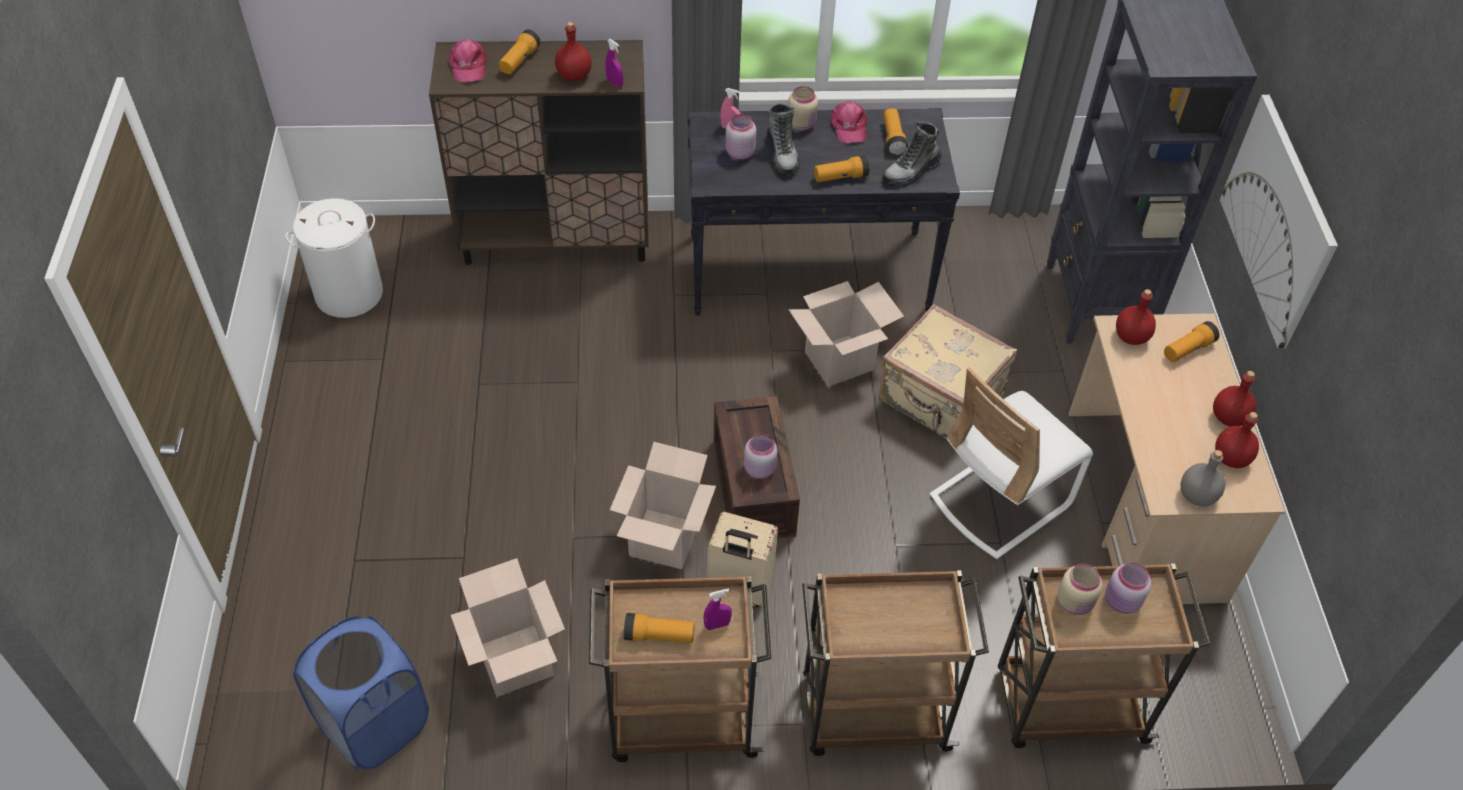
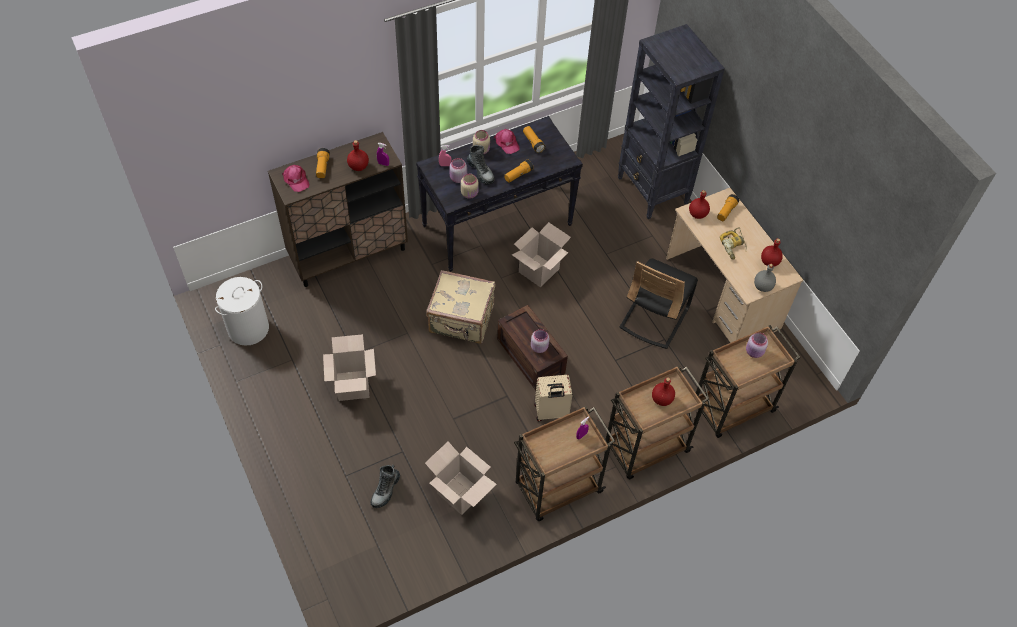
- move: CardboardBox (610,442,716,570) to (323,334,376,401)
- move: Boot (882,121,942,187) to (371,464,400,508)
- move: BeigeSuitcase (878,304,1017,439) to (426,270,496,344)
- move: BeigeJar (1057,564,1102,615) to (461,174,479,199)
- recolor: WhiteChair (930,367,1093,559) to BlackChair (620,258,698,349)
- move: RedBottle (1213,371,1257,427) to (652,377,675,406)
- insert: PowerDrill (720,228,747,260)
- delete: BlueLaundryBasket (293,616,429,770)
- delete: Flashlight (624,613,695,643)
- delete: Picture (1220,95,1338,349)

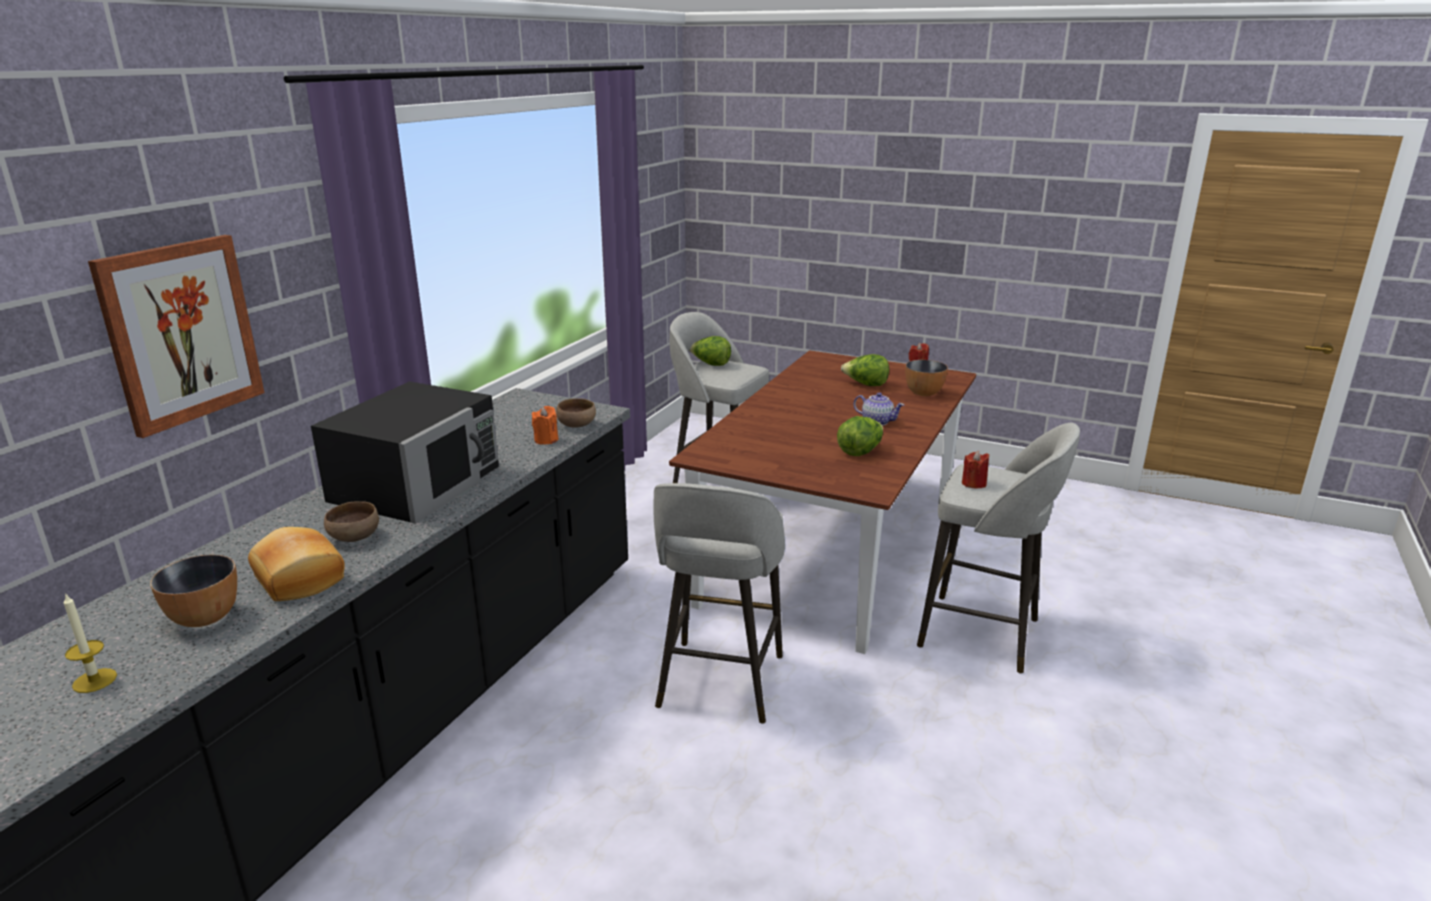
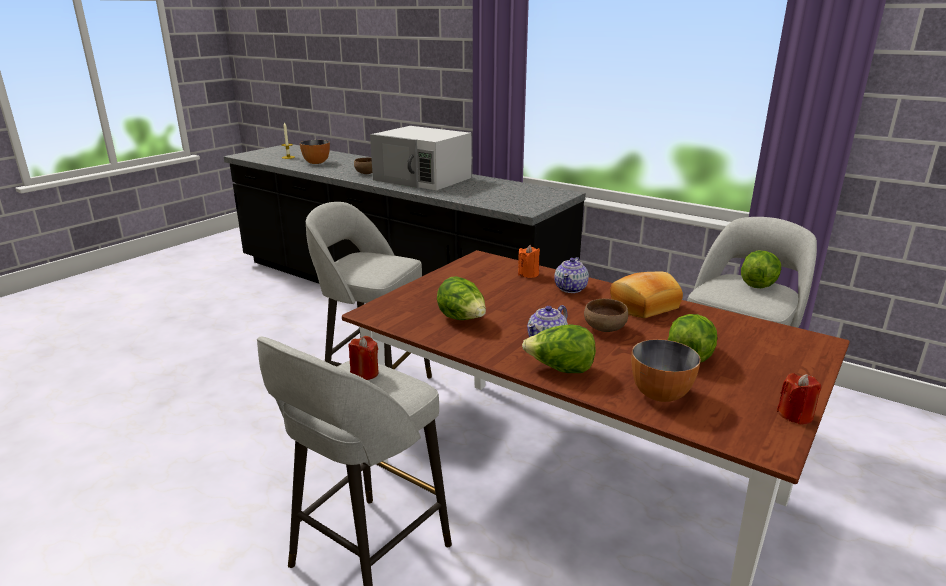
- recolor: BlackMicrowave (311,382,499,524) to WhiteMicrowave (370,126,471,190)
- move: OrangeCandle (532,406,559,445) to (518,245,540,278)
- insert: Lettuce (522,324,596,373)
- insert: Teapot (554,257,589,293)
- move: BrownBowl (556,398,596,427) to (584,299,628,332)
- move: Bread (248,527,345,601) to (610,272,683,318)
- delete: Picture (88,235,264,438)

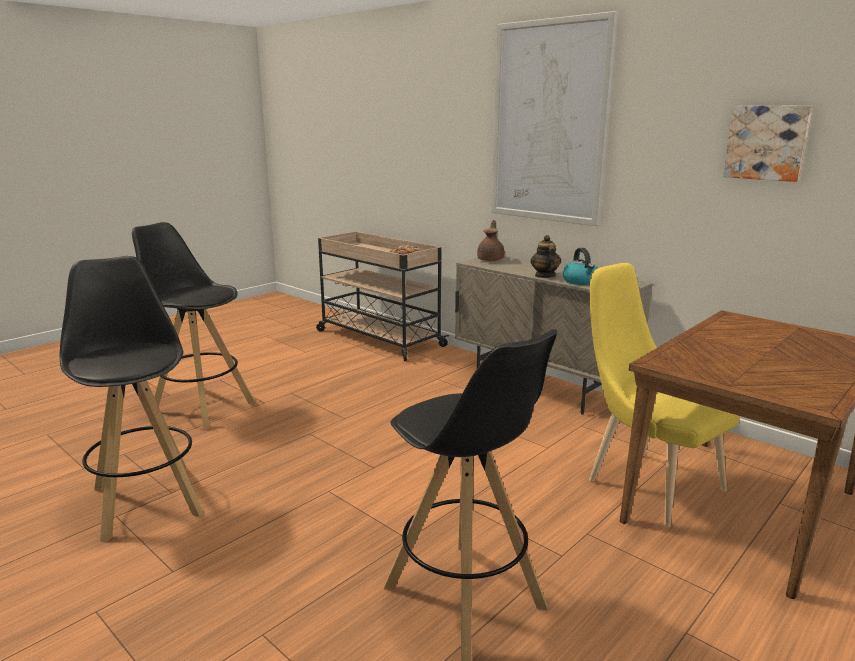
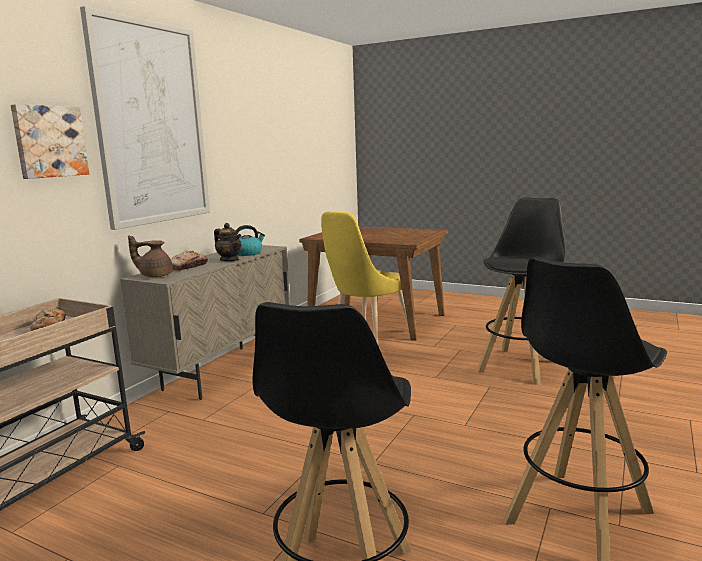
- move: Picture (723,105,813,182) to (11,104,89,179)
- insert: Bread (171,251,208,271)
- rotate: Teapot (531,235,561,278) = (214,223,242,261) 120 degrees counterclockwise

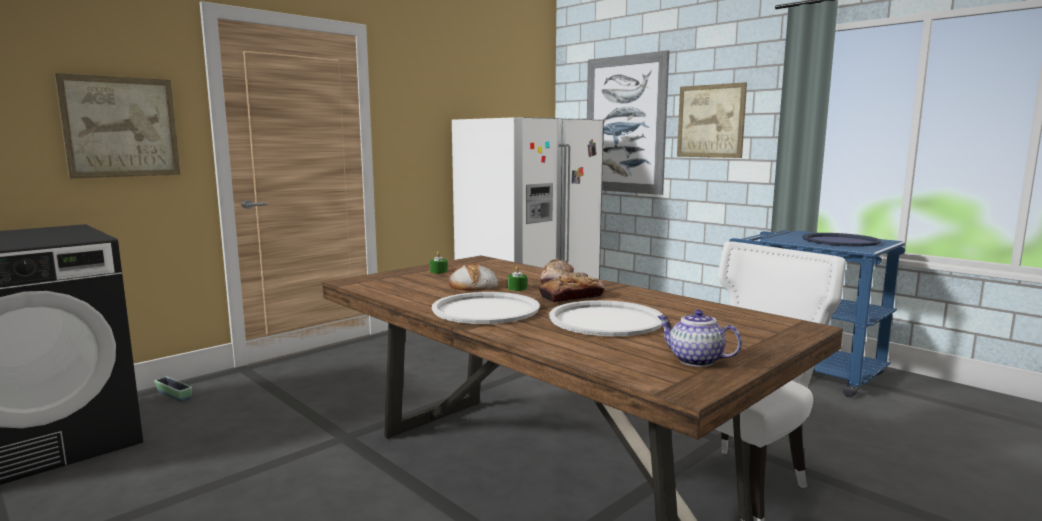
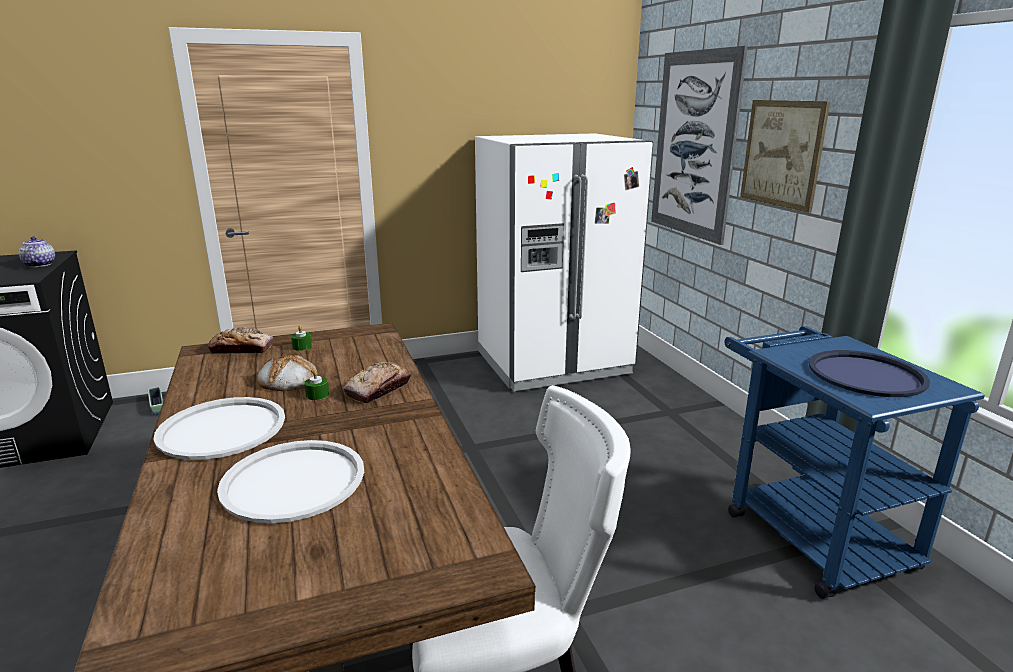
- move: Teapot (658,310,742,367) to (19,236,55,267)
- move: Bread (539,272,605,303) to (208,327,273,354)
- delete: Picture (54,73,180,179)

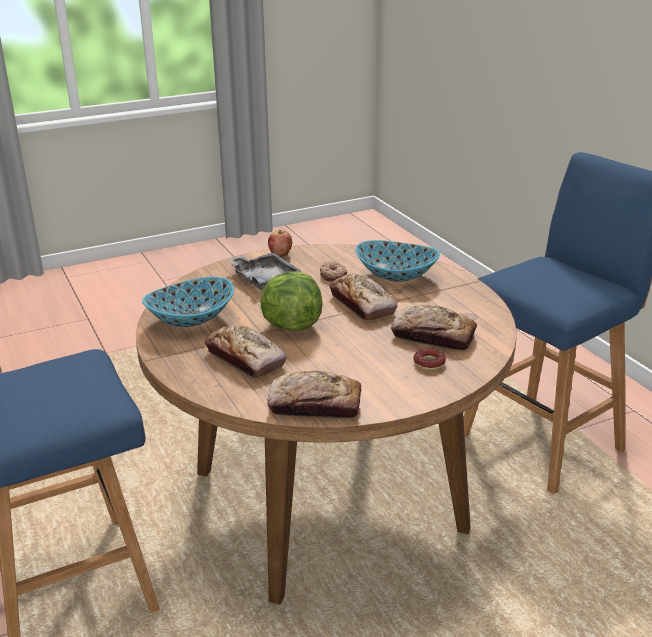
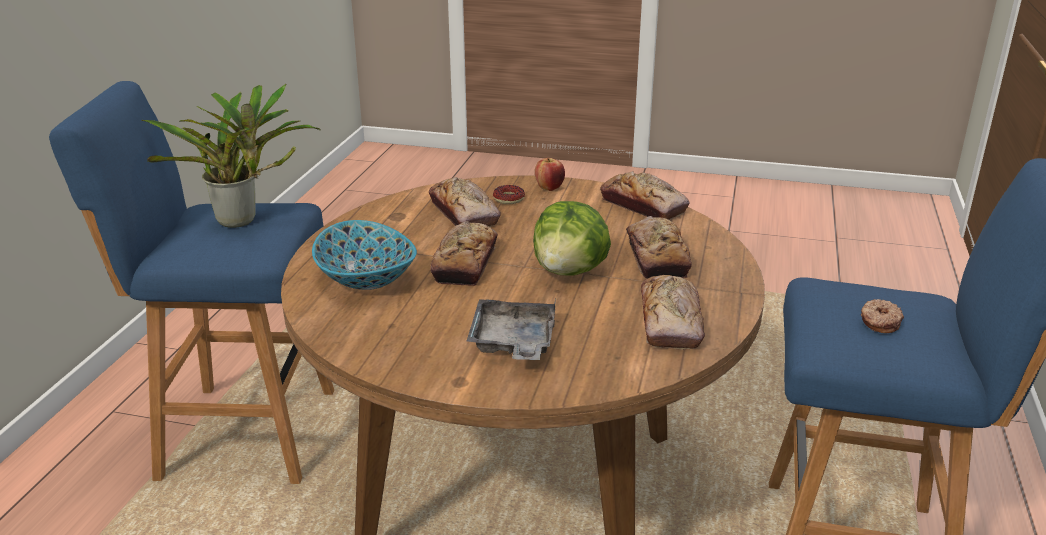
- insert: PottedPlant (142,84,321,228)
- move: Apple (268,230,292,257) to (535,158,565,191)
- replace: Bowl (142,277,234,327) to Bread (641,275,705,350)
- move: Donut (320,262,347,282) to (861,299,904,333)

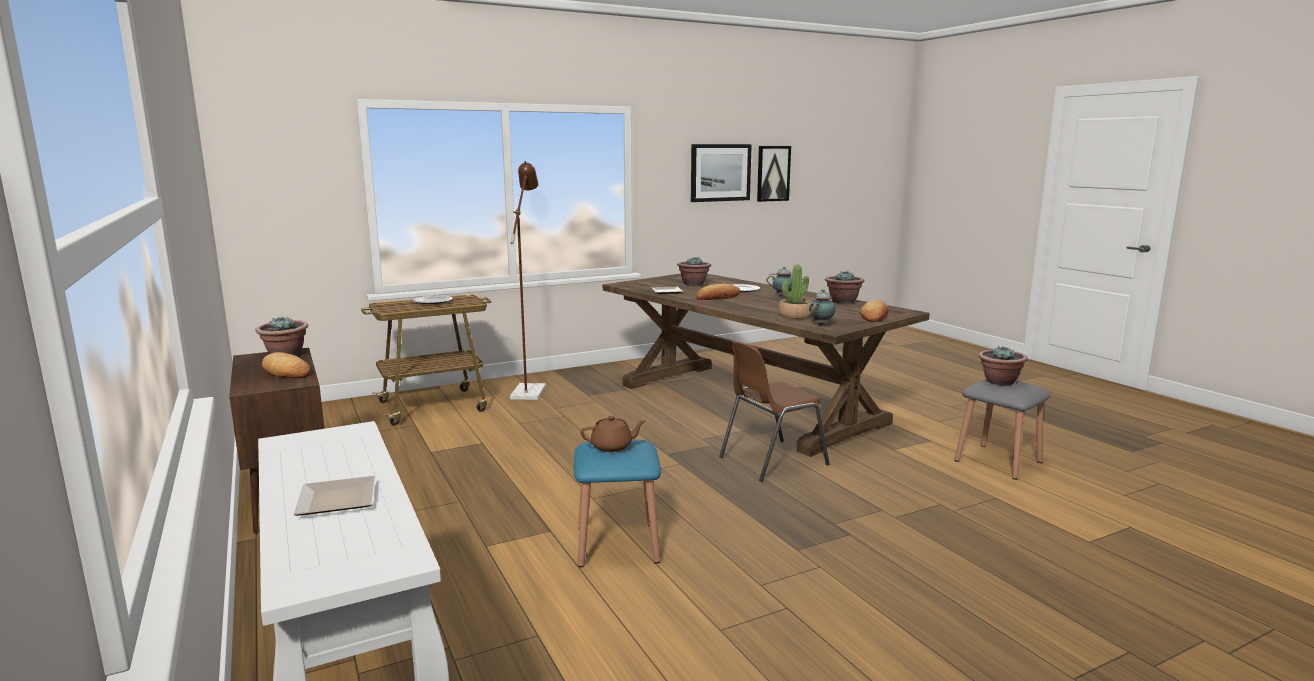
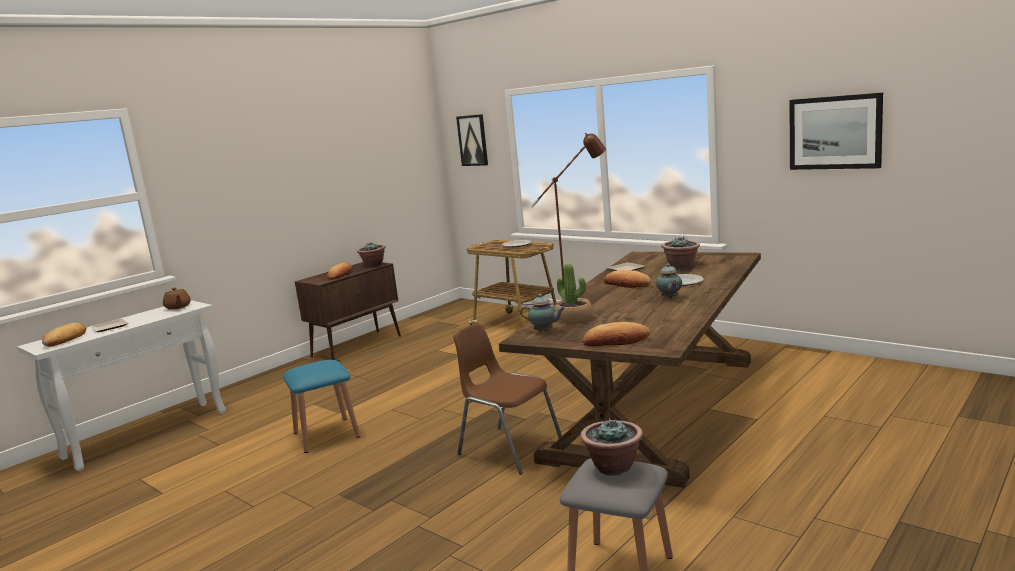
- insert: Bread (42,323,86,347)
- move: BrownTeapot (580,416,646,452) to (163,287,191,310)
- move: Picture (757,146,791,202) to (456,114,488,166)
- delete: PottedPlant (825,271,864,304)

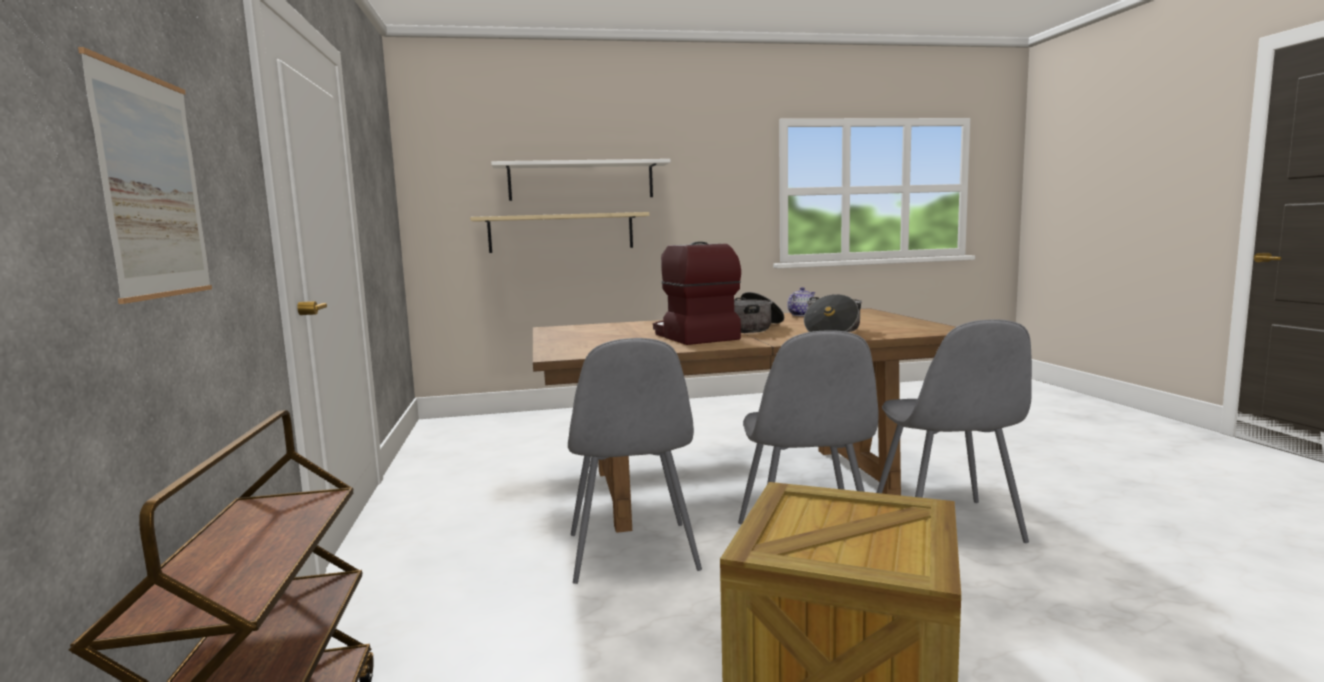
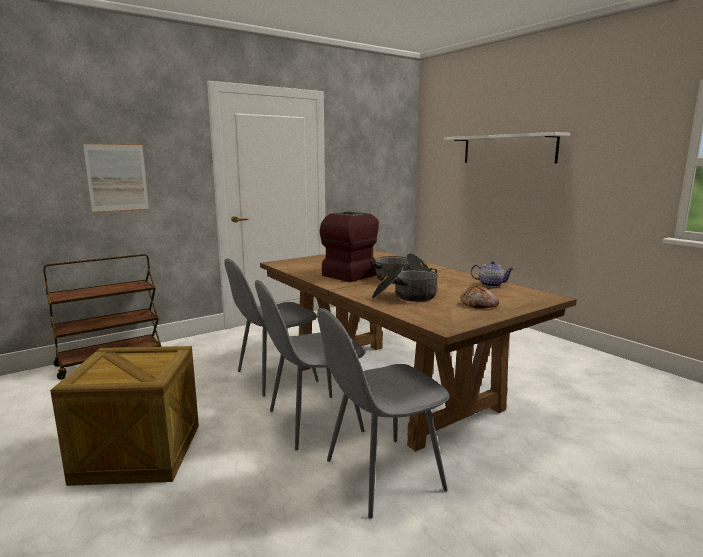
- insert: Bread (460,285,499,309)
- delete: BeigeShelf (470,212,649,253)

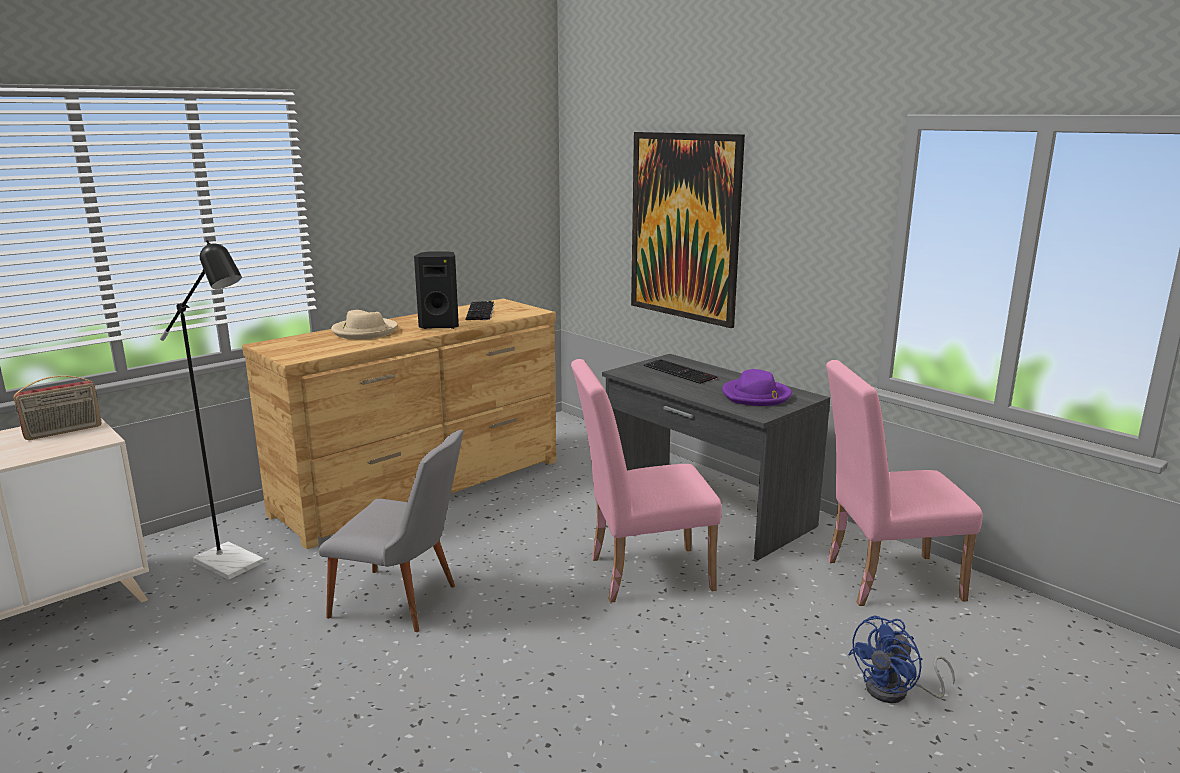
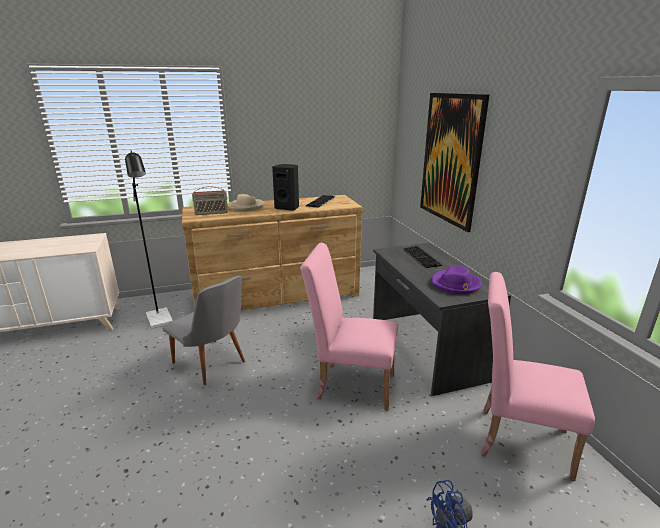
- move: Radio (14,375,102,440) to (192,186,228,215)

